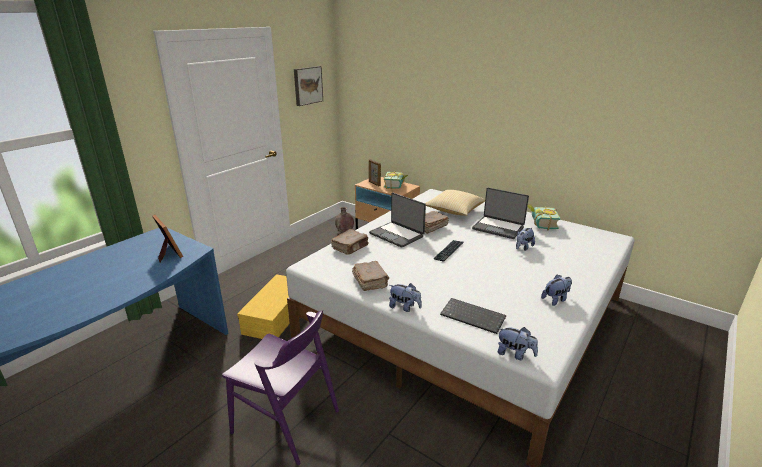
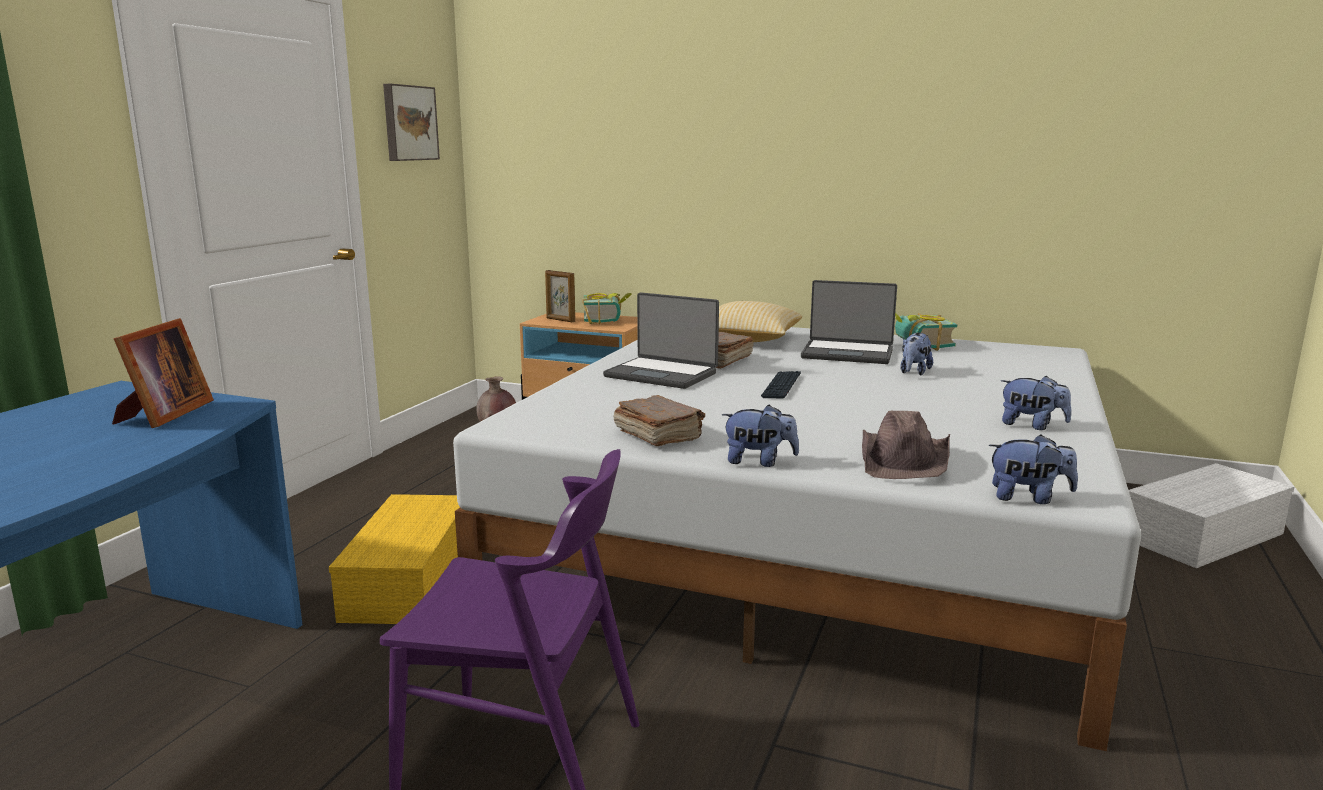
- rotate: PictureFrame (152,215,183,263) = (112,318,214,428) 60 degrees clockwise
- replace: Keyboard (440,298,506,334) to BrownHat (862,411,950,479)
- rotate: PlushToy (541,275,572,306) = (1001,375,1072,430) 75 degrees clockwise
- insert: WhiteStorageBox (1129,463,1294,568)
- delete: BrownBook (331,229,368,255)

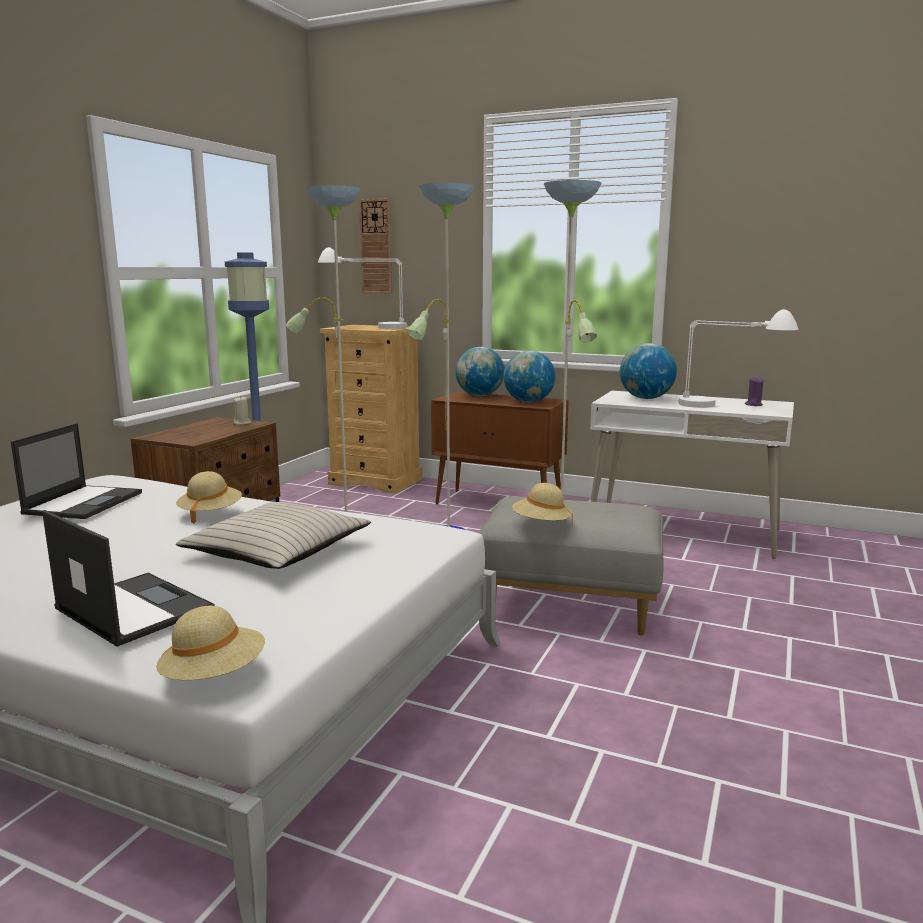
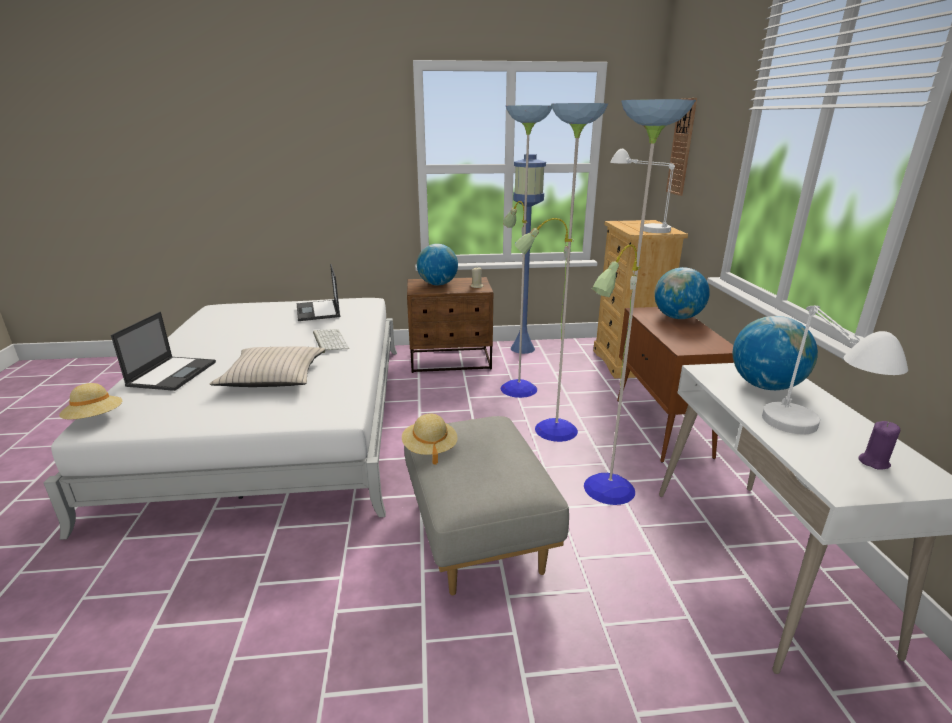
- rotate: Laptop (11,423,142,519) = (297,264,340,321) 90 degrees clockwise
- replace: BeigeHat (176,471,242,524) to Keyboard (313,329,349,353)
- move: Globe (503,351,555,403) to (417,244,458,285)

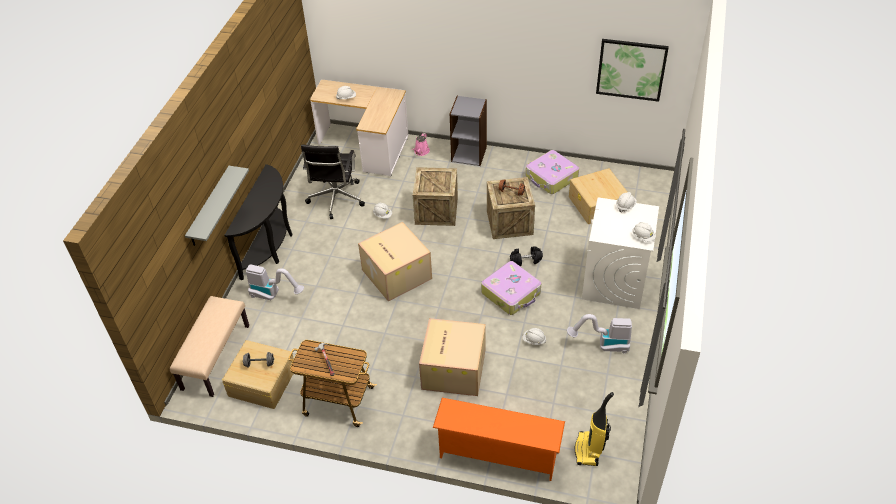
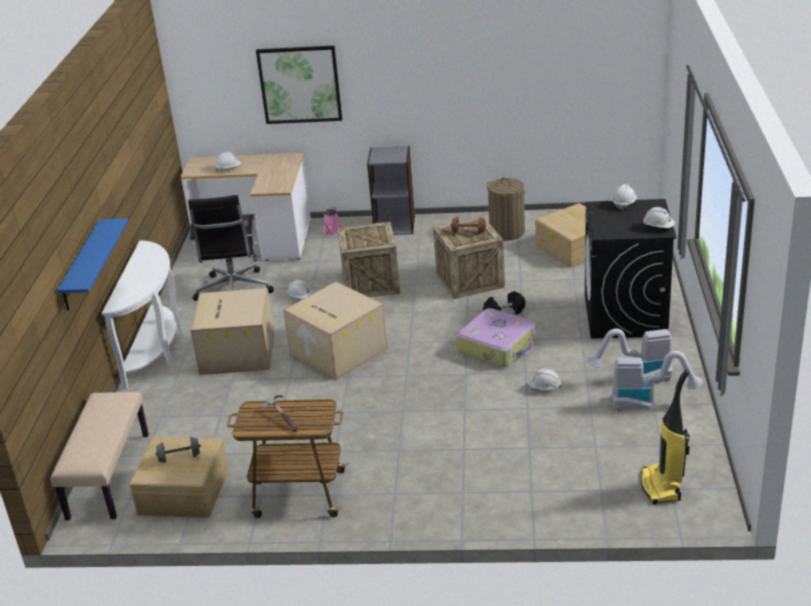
- recolor: GreyShelf (185,166,249,246) to BlueShelf (57,219,128,311)
- recolor: BlackConsoleTable (224,164,292,280) to WhiteConsoleTable (101,240,184,390)
- move: CardboardBox (419,318,486,396) to (191,288,274,375)
- move: Picture (596,39,669,102) to (256,45,342,124)
- replace: Suitcase (526,150,579,194) to LaundryBasket (487,178,526,241)
- recolor: WhiteWashingMachine (582,197,659,309) to BlackWashingMachine (585,199,677,339)
- move: VacuumCleaner (246,264,304,301) to (612,351,703,412)
- delete: OrangeShoeRack (433,398,565,481)

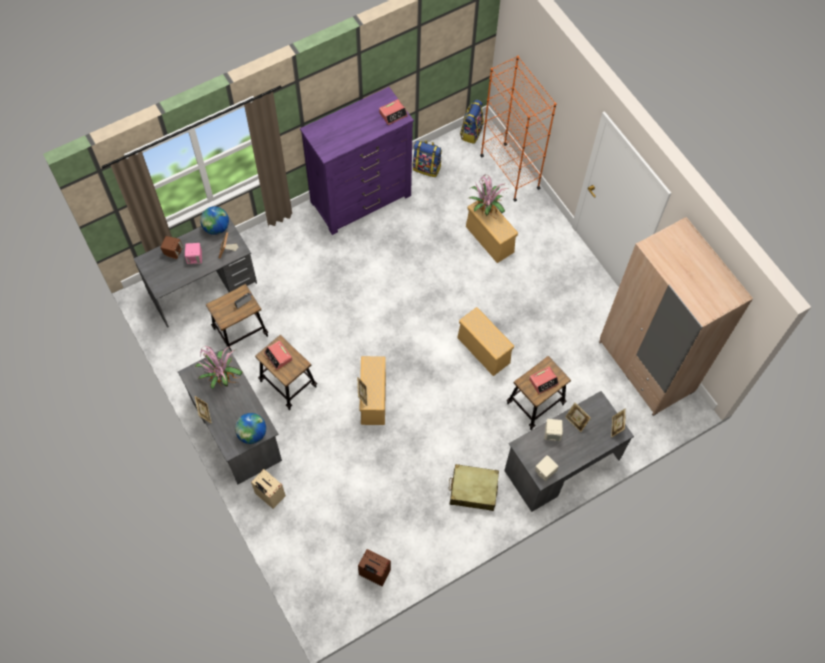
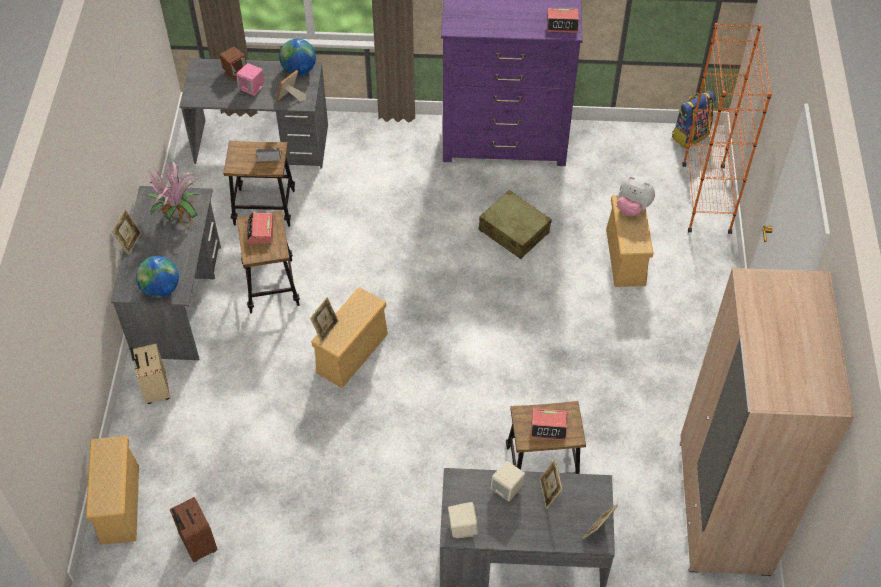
- move: BeigeStorageBox (457,307,514,376) to (86,436,139,545)
- move: BeigeSuitcase (449,464,499,511) to (478,190,552,259)
- replace: PottedPlant (469,175,508,219) to PlushToy (617,176,655,216)
- delete: Backpack (413,140,442,177)

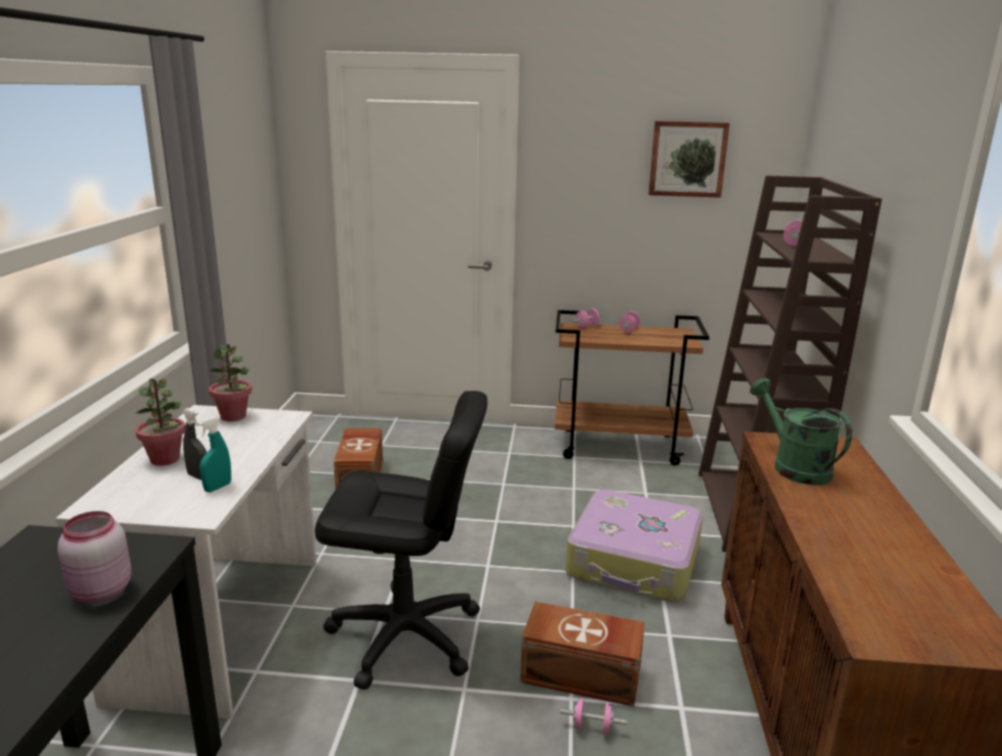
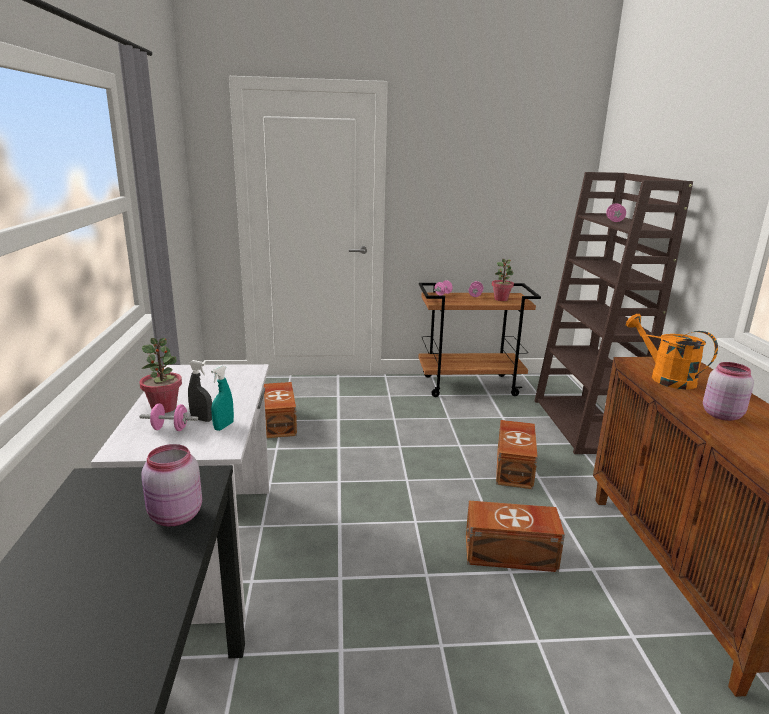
- move: PinkDumbbell (560,698,627,735) to (140,403,198,431)
- move: PottedPlant (209,344,252,422) to (492,259,514,301)
- replace: Suitcase (566,490,703,602) to BrownStorageBox (496,420,538,489)
- recolor: GreenWateringCan (750,378,852,485) to OrangeWateringCan (626,314,718,389)
- insert: PinkJar (703,362,754,421)
- delete: BlackOfficeChair (315,391,487,690)
- delete: Picture (649,121,730,198)

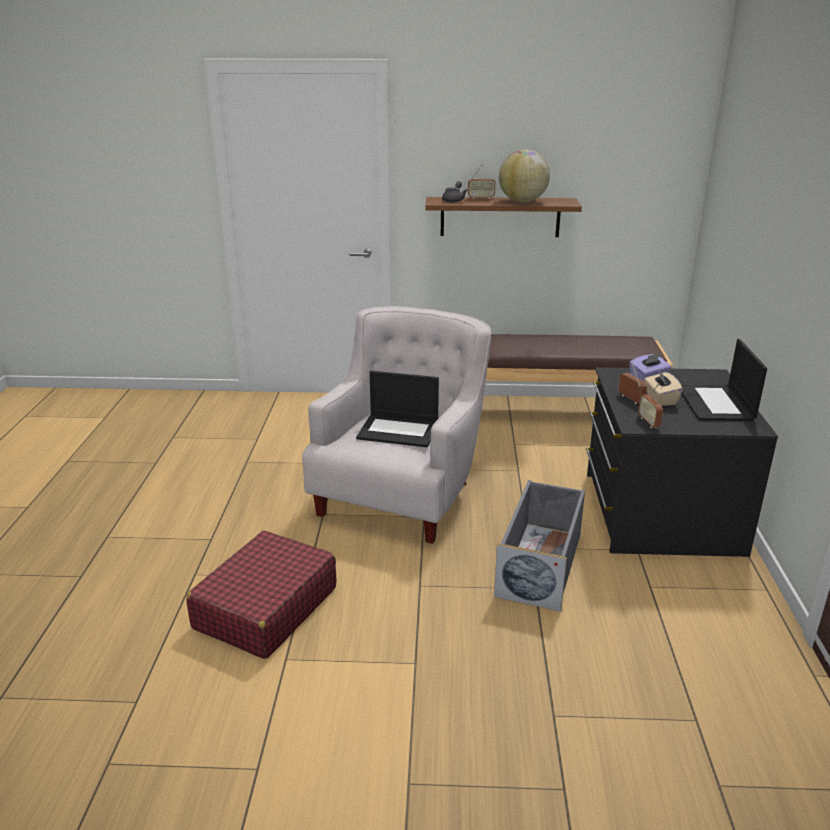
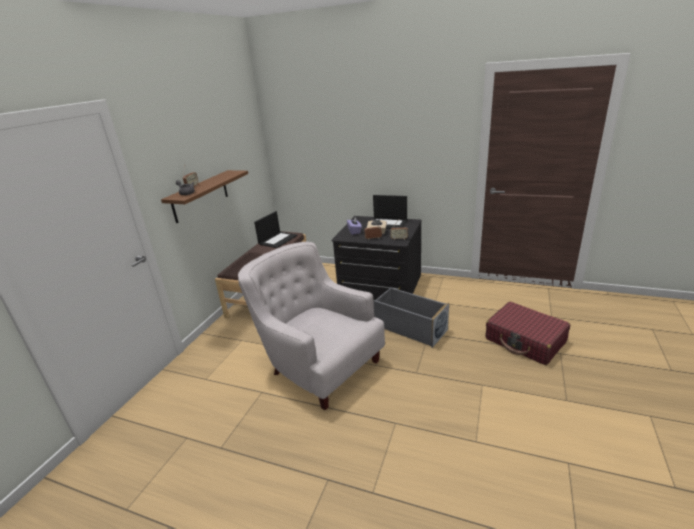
- move: Laptop (356,371,439,447) to (254,211,297,248)
- move: RedSuitcase (186,531,337,659) to (485,302,570,365)
- delete: Globe (499,150,550,202)

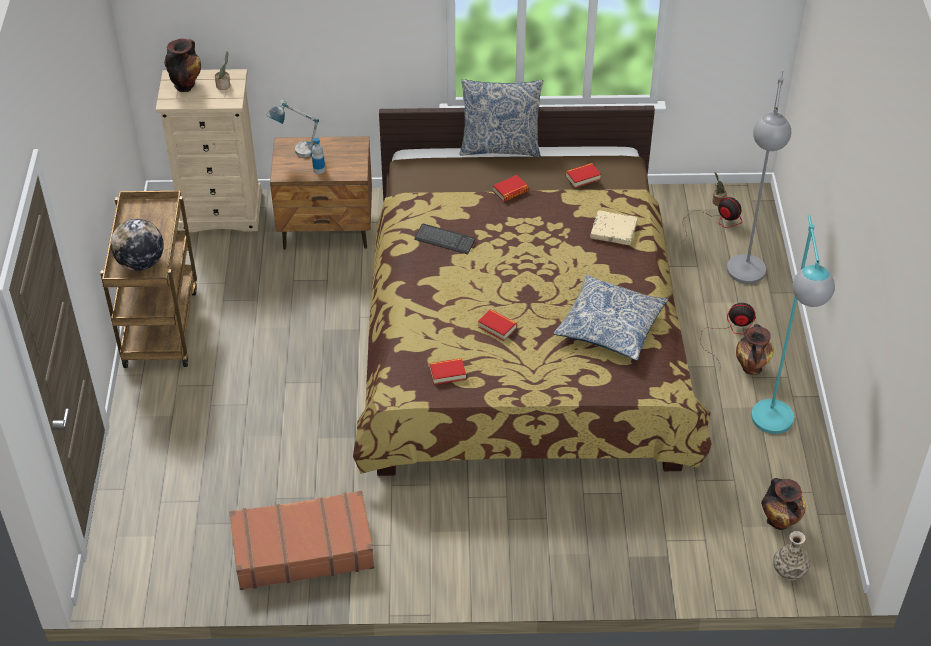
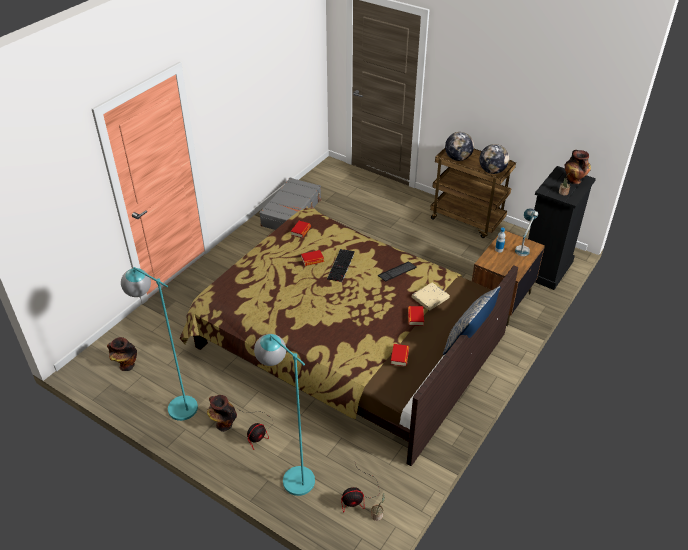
- recolor: GreyFloorLamp (727,71,791,284) to TurquoiseFloorLamp (254,334,315,496)
- recolor: BrownSuitcase (230,490,375,590) to GreySuitcase (259,177,321,230)
- insert: Keyboard (327,249,355,282)
- move: BeigeBook (590,210,638,245) to (412,283,450,311)
- insert: Globe (479,144,509,174)
- recolor: BeigeDresser (156,69,262,232) to BlackDresser (528,166,596,290)
- delete: Pillow (554,275,668,361)
- delete: Vase (773,531,810,580)

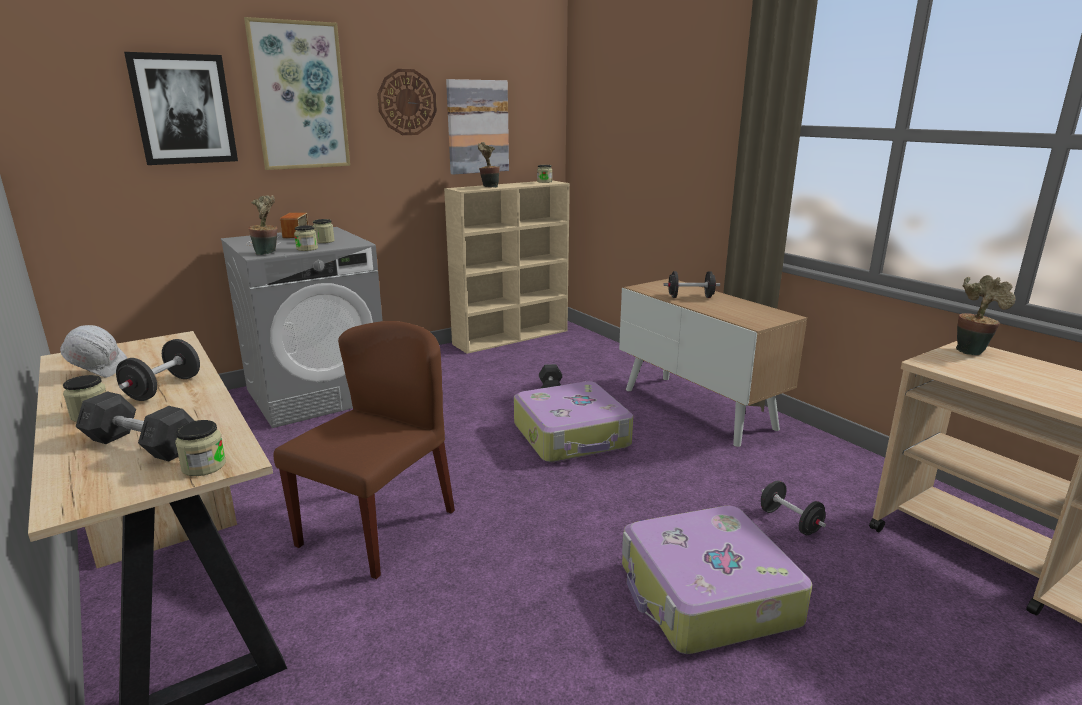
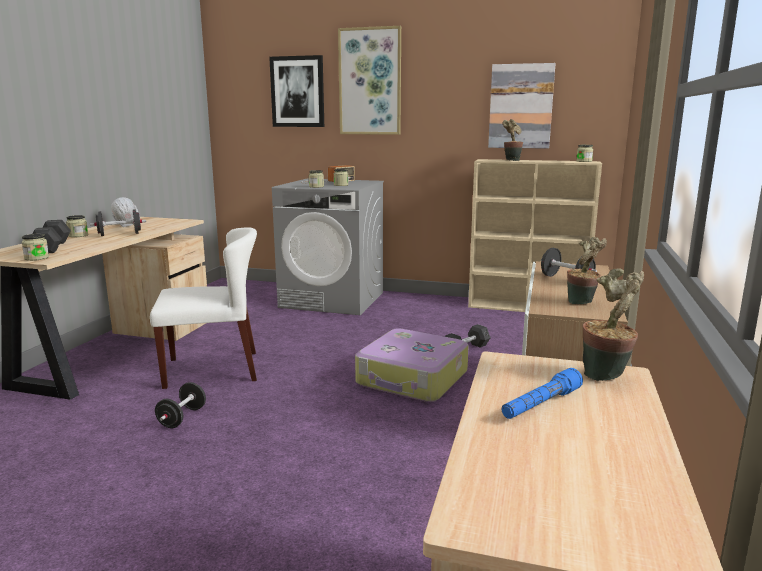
- recolor: BrownChair (274,321,455,579) to WhiteChair (150,227,257,389)
- move: BlackDumbbell (761,480,826,535) to (155,382,206,428)
- insert: BlueFlashlight (502,368,583,419)
- move: PottedPlant (248,195,278,255) to (567,237,607,304)
- delete: WallClock (377,69,437,135)
- delete: Suitcase (622,506,812,654)

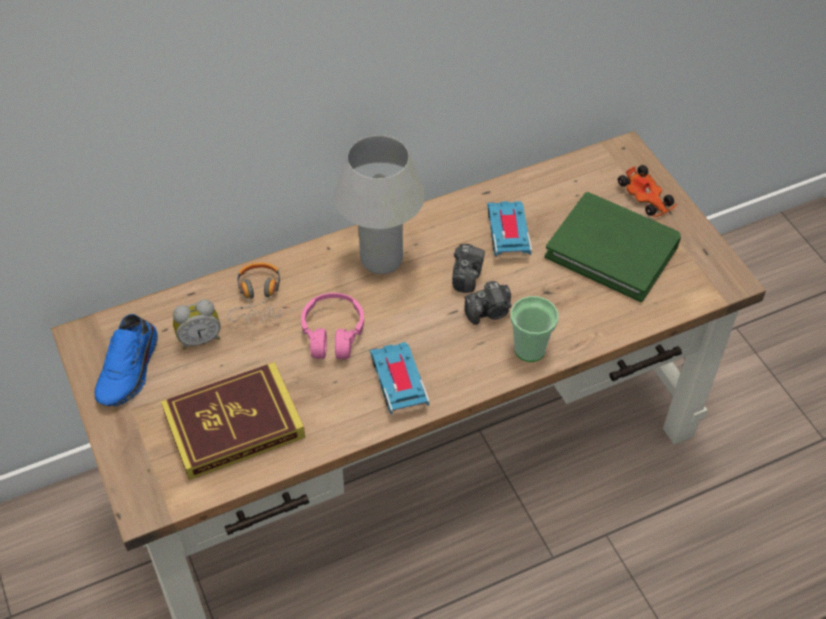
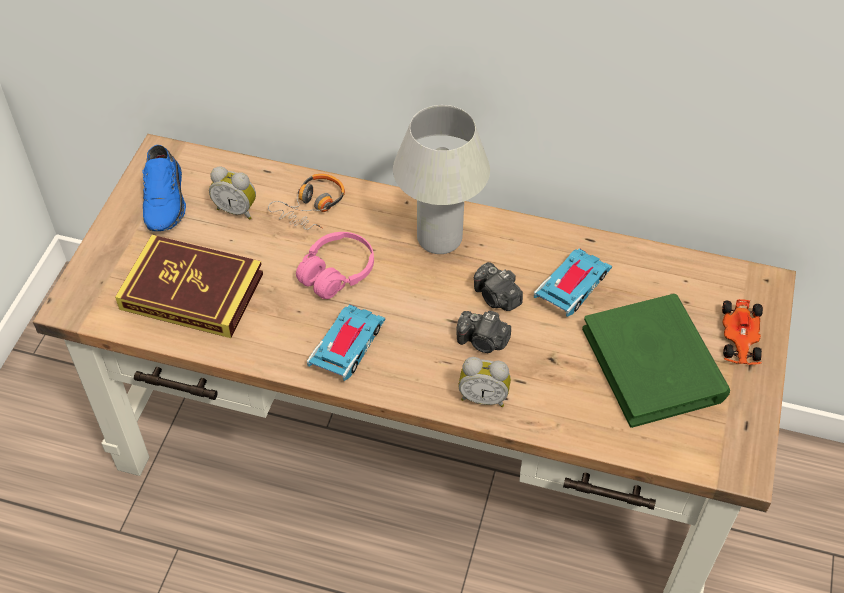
- rotate: BlueShoe (94,314,158,406) = (143,145,186,231) 60 degrees counterclockwise
- replace: Cup (510,296,558,362) to AlarmClock (458,357,511,407)
- rotate: PhotoCamera (452,244,485,293) = (474,262,523,311) 90 degrees clockwise

